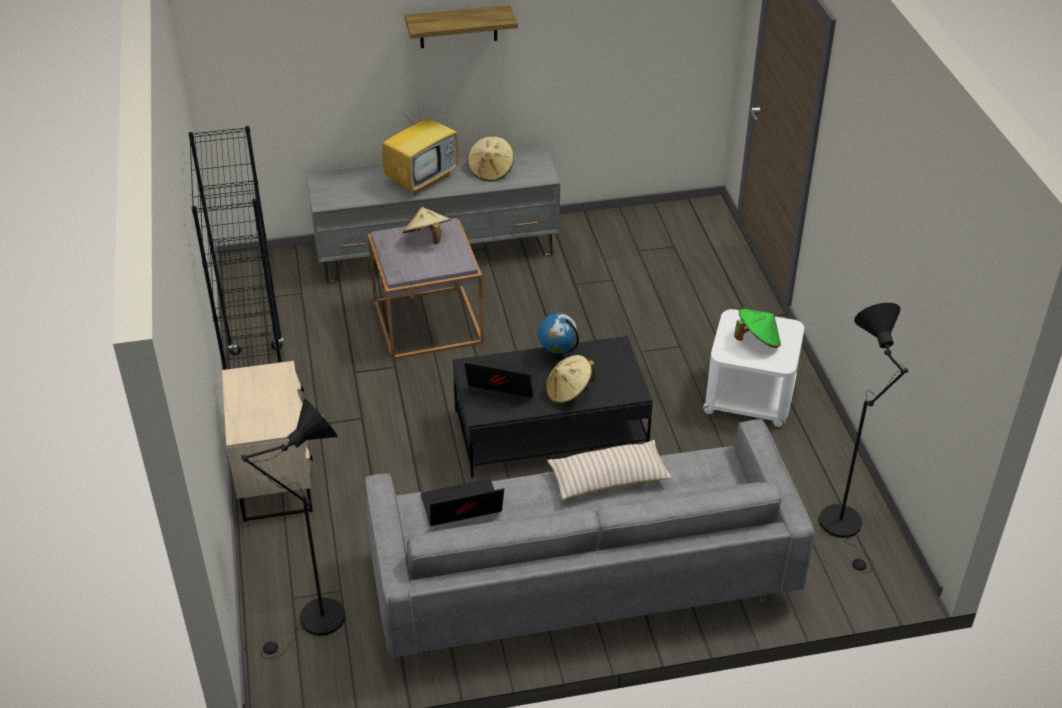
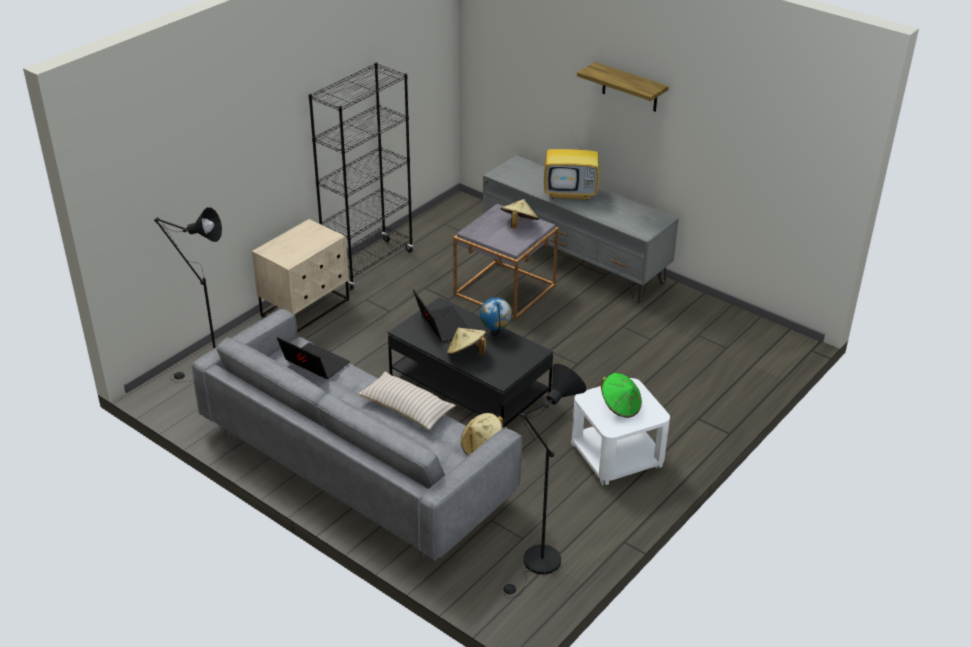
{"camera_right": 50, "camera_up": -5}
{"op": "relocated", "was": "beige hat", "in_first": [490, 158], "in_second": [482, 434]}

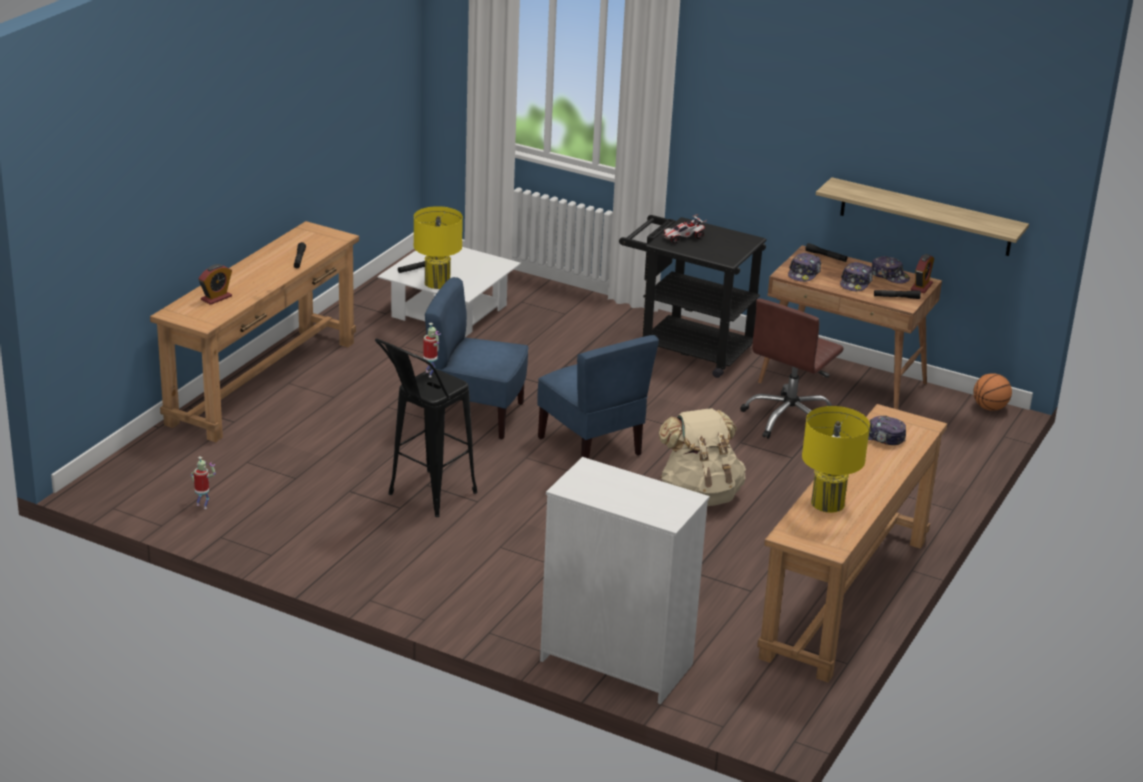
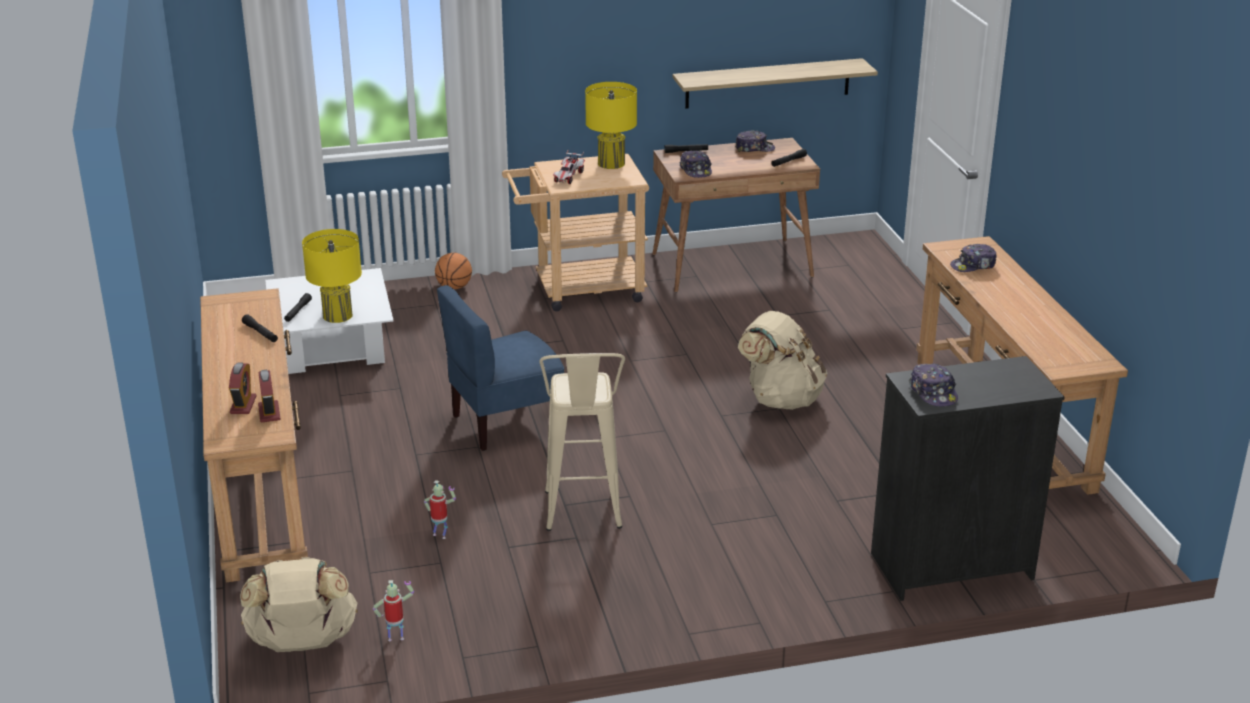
{"camera_right": -40, "camera_up": 0}
{"op": "colour", "was": "black cart", "now": "beige cart", "in_first": [693, 296], "in_second": [575, 232]}
{"op": "relocated", "was": "alarm clock", "in_first": [922, 273], "in_second": [269, 396]}
{"op": "relocated", "was": "cap", "in_first": [856, 276], "in_second": [933, 385]}
{"op": "missing", "was": "brown office chair", "in_first": [792, 369]}
{"op": "relocated", "was": "toy robot", "in_first": [431, 350], "in_second": [440, 509]}
{"op": "missing", "was": "blue chair", "in_first": [598, 397]}
{"op": "colour", "was": "black stool", "now": "beige stool", "in_first": [426, 427], "in_second": [582, 442]}
{"op": "relocated", "was": "basketball", "in_first": [992, 392], "in_second": [453, 271]}
{"op": "relocated", "was": "yellow table lamp", "in_first": [836, 459], "in_second": [611, 125]}
{"op": "colour", "was": "white dresser", "now": "black dresser", "in_first": [625, 580], "in_second": [968, 478]}
{"op": "appeared", "now": "beige backpack", "in_second": [299, 604]}

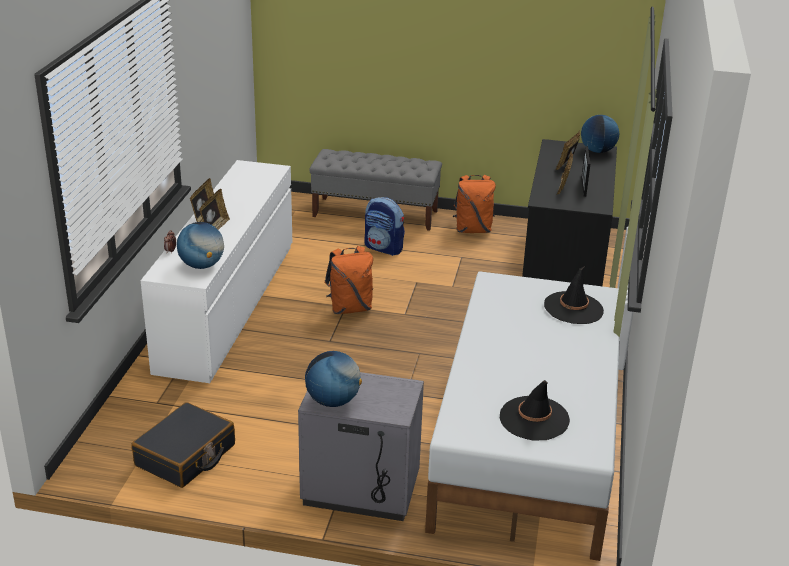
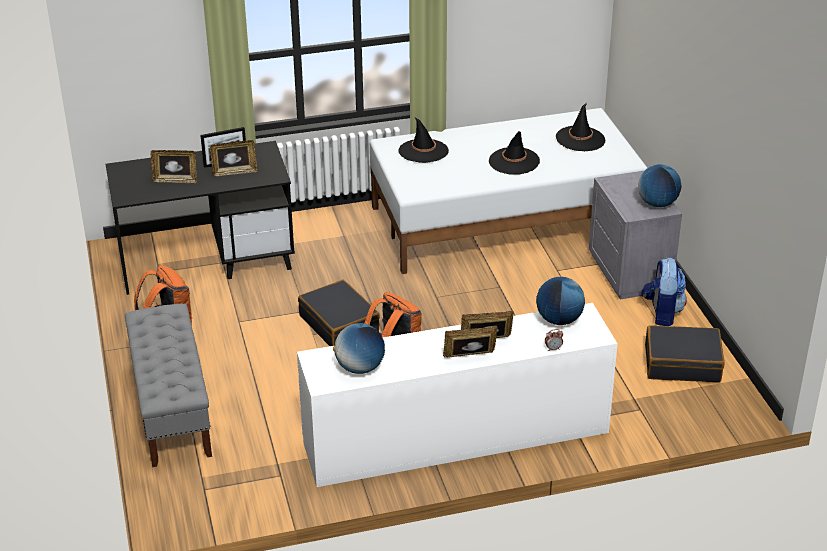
{"camera_right": -115, "camera_up": 5}
{"op": "relocated", "was": "globe", "in_first": [600, 134], "in_second": [359, 348]}
{"op": "relocated", "was": "backpack", "in_first": [384, 226], "in_second": [664, 291]}
{"op": "appeared", "now": "black hat", "in_second": [514, 153]}
{"op": "appeared", "now": "black suitcase", "in_second": [339, 313]}

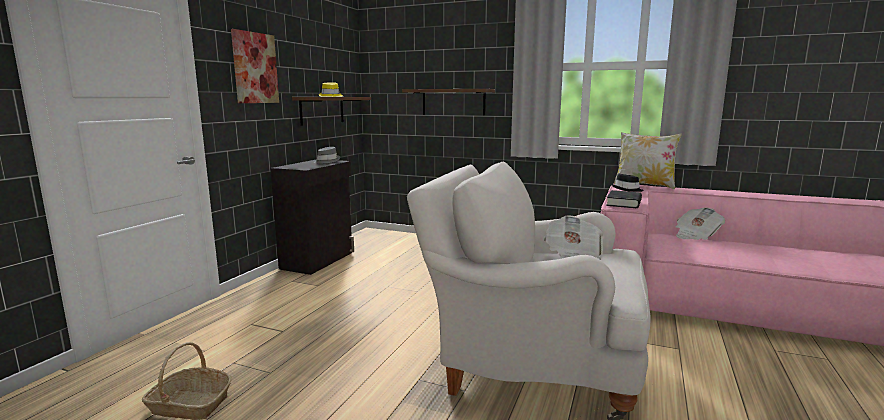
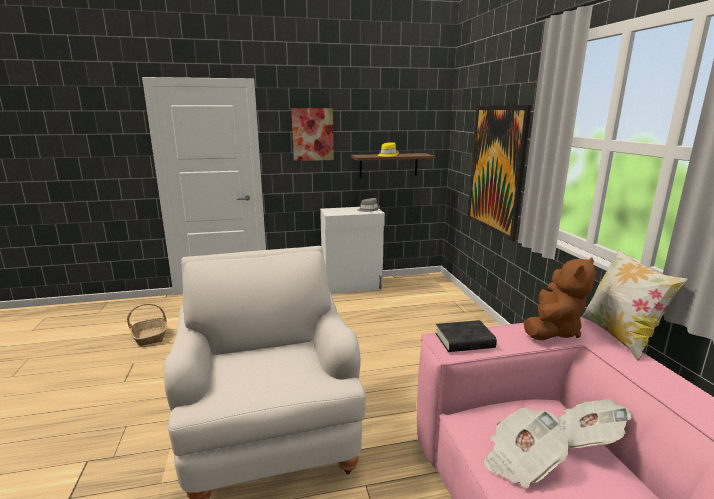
{"camera_right": 55, "camera_up": 5}
{"op": "exchanged", "was": "shelf", "now": "picture", "in_first": [448, 102], "in_second": [499, 173]}
{"op": "colour", "was": "black cabinet", "now": "white cabinet", "in_first": [312, 217], "in_second": [352, 250]}
{"op": "exchanged", "was": "black hat", "now": "brown plush toy", "in_first": [628, 182], "in_second": [560, 298]}
{"op": "relocated", "was": "newspaper", "in_first": [573, 237], "in_second": [526, 448]}

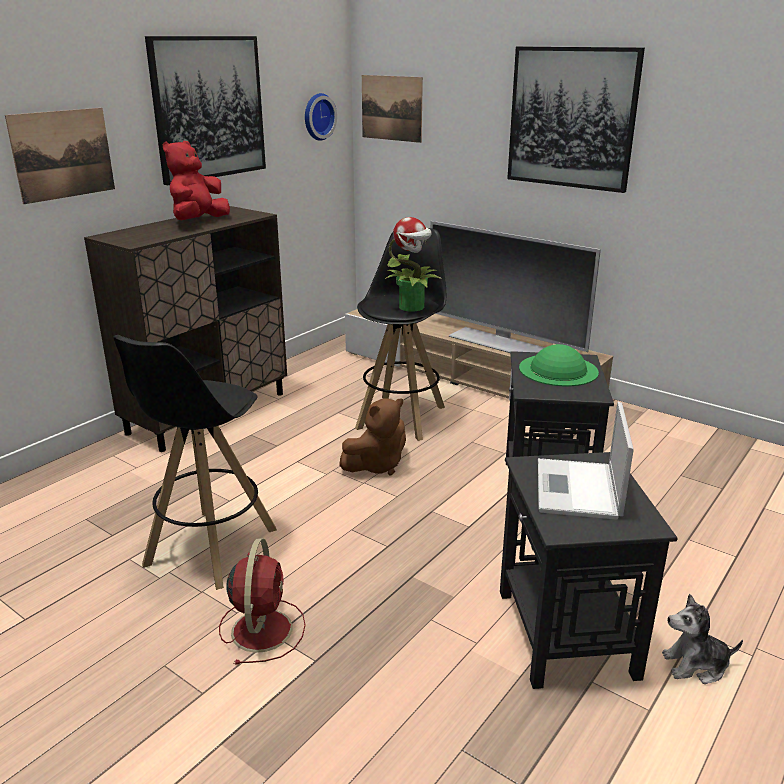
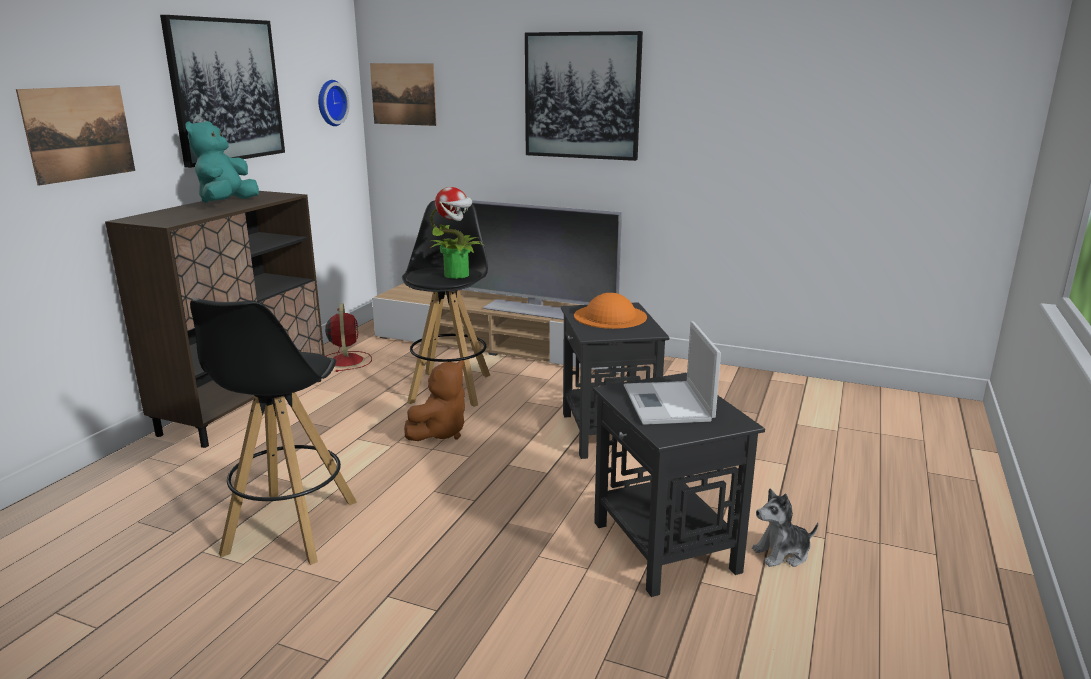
{"camera_right": -15, "camera_up": -5}
{"op": "colour", "was": "red plush toy", "now": "turquoise plush toy", "in_first": [196, 180], "in_second": [222, 162]}
{"op": "colour", "was": "green hat", "now": "orange hat", "in_first": [559, 365], "in_second": [610, 311]}
{"op": "relocated", "was": "red fan", "in_first": [262, 601], "in_second": [348, 337]}

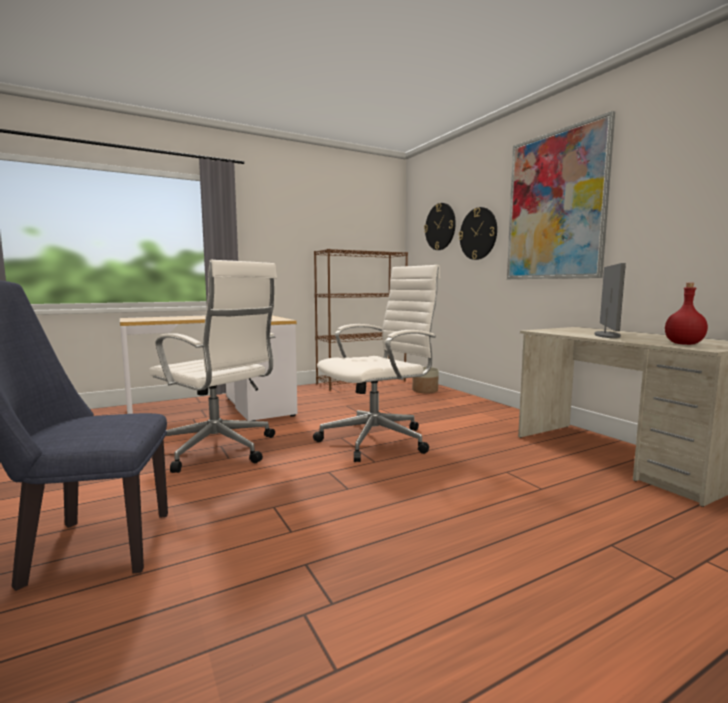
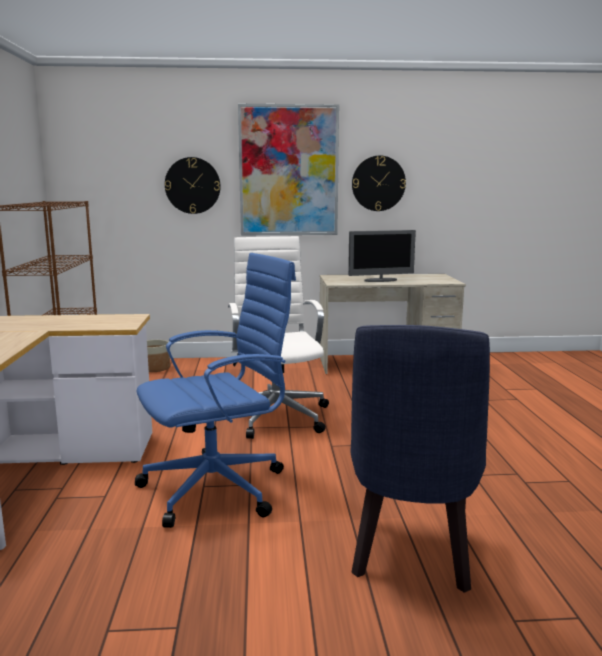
{"camera_right": -65, "camera_up": 5}
{"op": "relocated", "was": "wall clock", "in_first": [440, 226], "in_second": [379, 183]}
{"op": "colour", "was": "white office chair", "now": "blue office chair", "in_first": [213, 366], "in_second": [215, 390]}
{"op": "spun", "was": "monitor", "in_first": [610, 300], "in_second": [382, 256], "clockwise": 120}
{"op": "missing", "was": "red bottle", "in_first": [686, 314]}

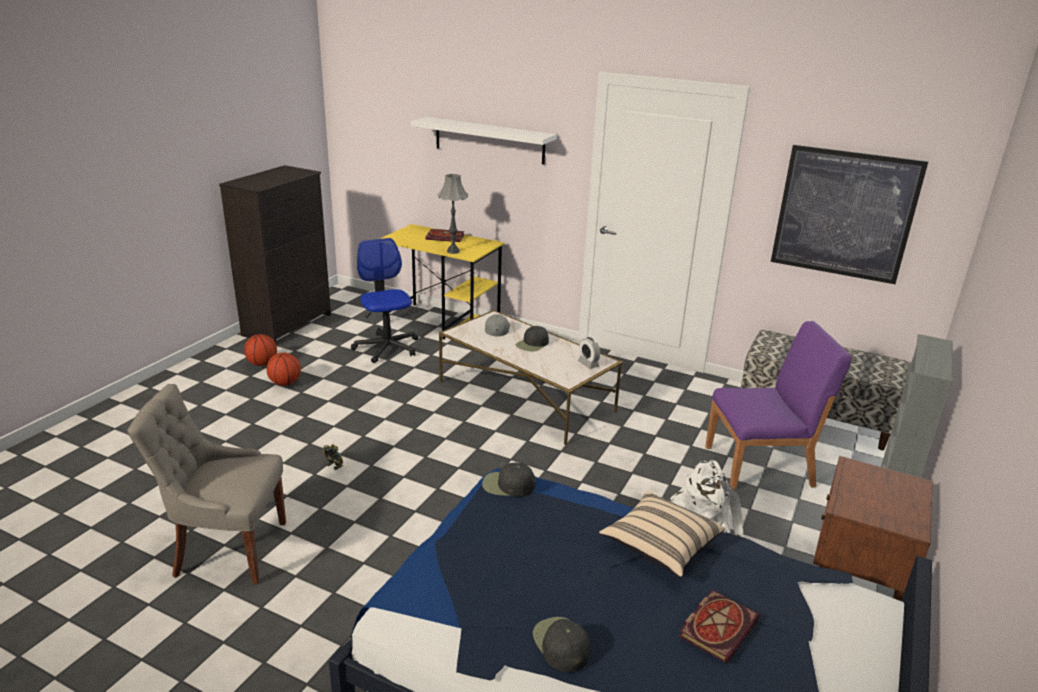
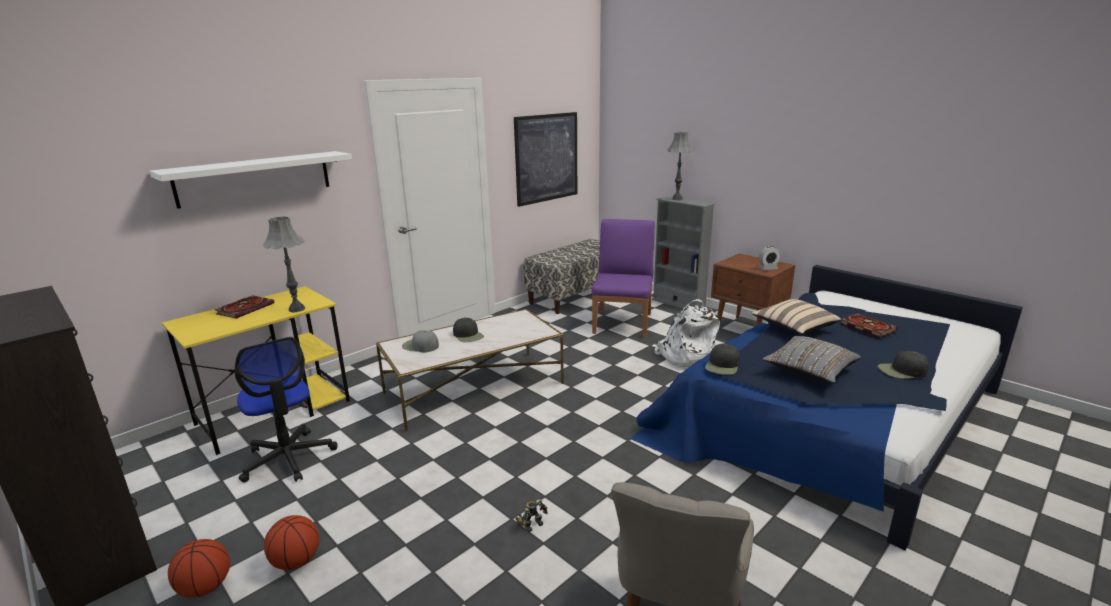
{"camera_right": -70, "camera_up": -5}
{"op": "spun", "was": "office chair", "in_first": [385, 300], "in_second": [286, 410], "clockwise": -120}
{"op": "relocated", "was": "alarm clock", "in_first": [589, 353], "in_second": [769, 258]}
{"op": "appeared", "now": "grey table lamp", "in_second": [680, 166]}
{"op": "appeared", "now": "grey pillow", "in_second": [812, 359]}

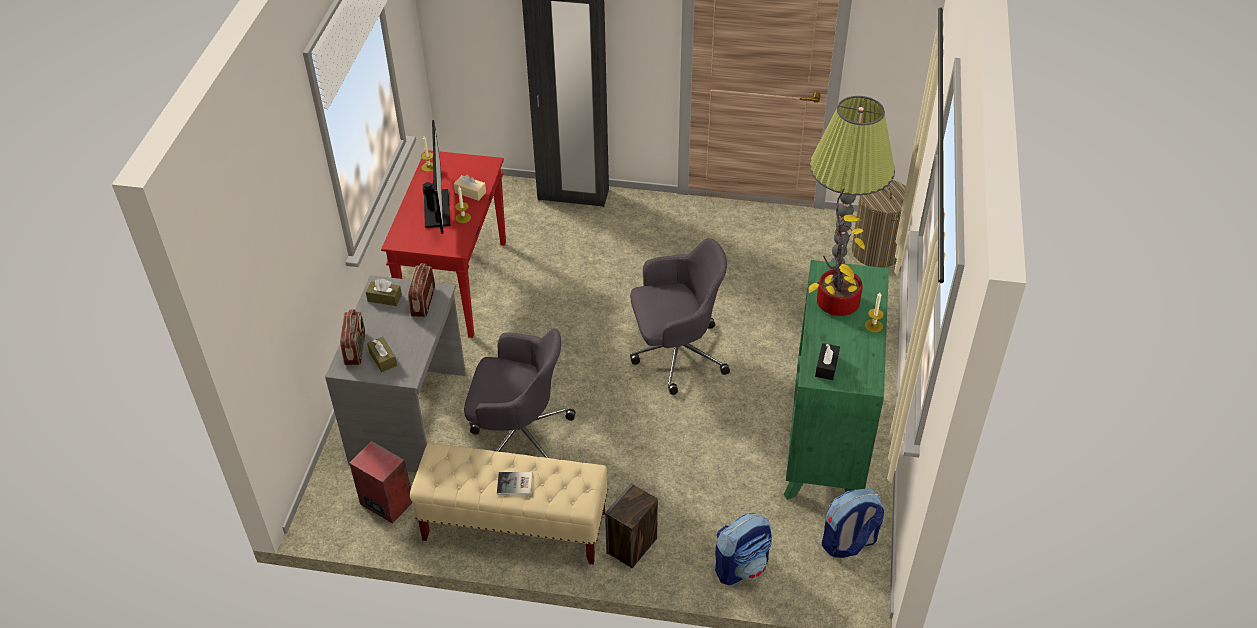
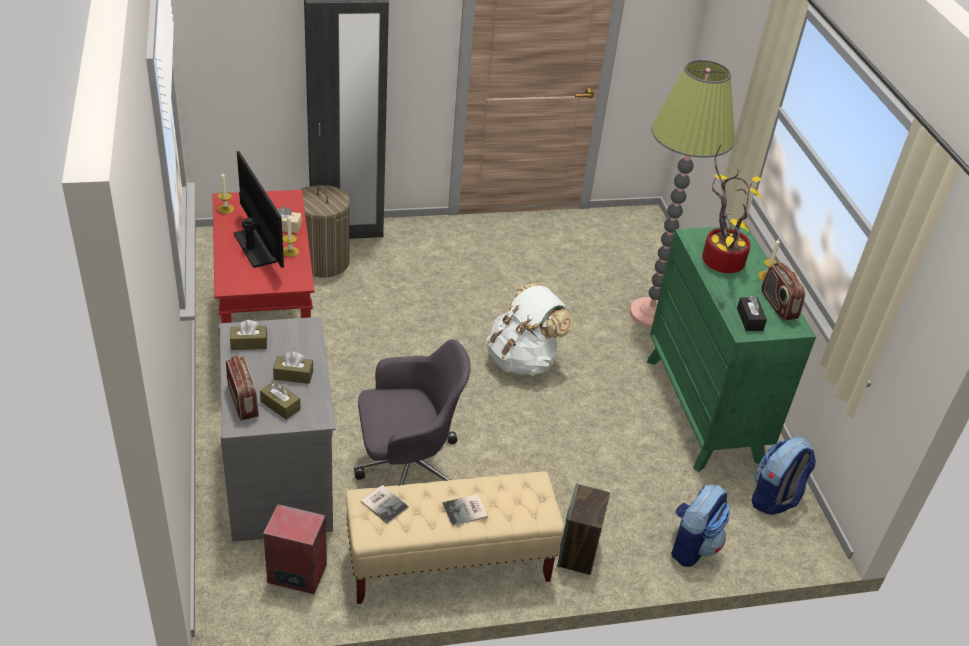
{"camera_right": -25, "camera_up": -5}
{"op": "relocated", "was": "laundry basket", "in_first": [879, 224], "in_second": [325, 231]}
{"op": "exchanged", "was": "grey office chair", "now": "white backpack", "in_first": [680, 316], "in_second": [530, 329]}
{"op": "relocated", "was": "radio", "in_first": [421, 290], "in_second": [783, 291]}
{"op": "appeared", "now": "brown tissue box", "in_second": [293, 368]}
{"op": "appeared", "now": "book", "in_second": [385, 504]}

